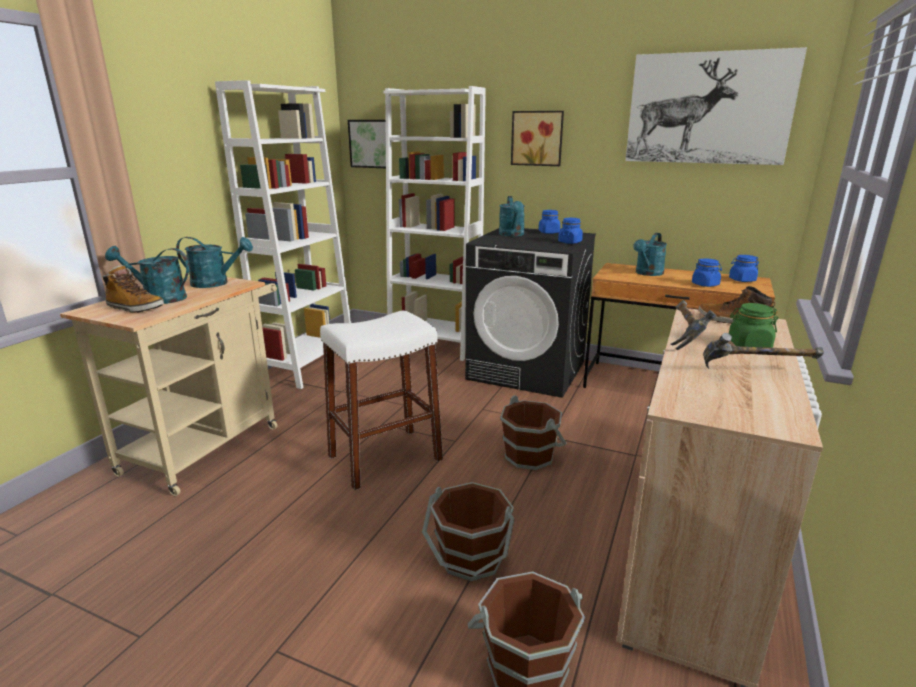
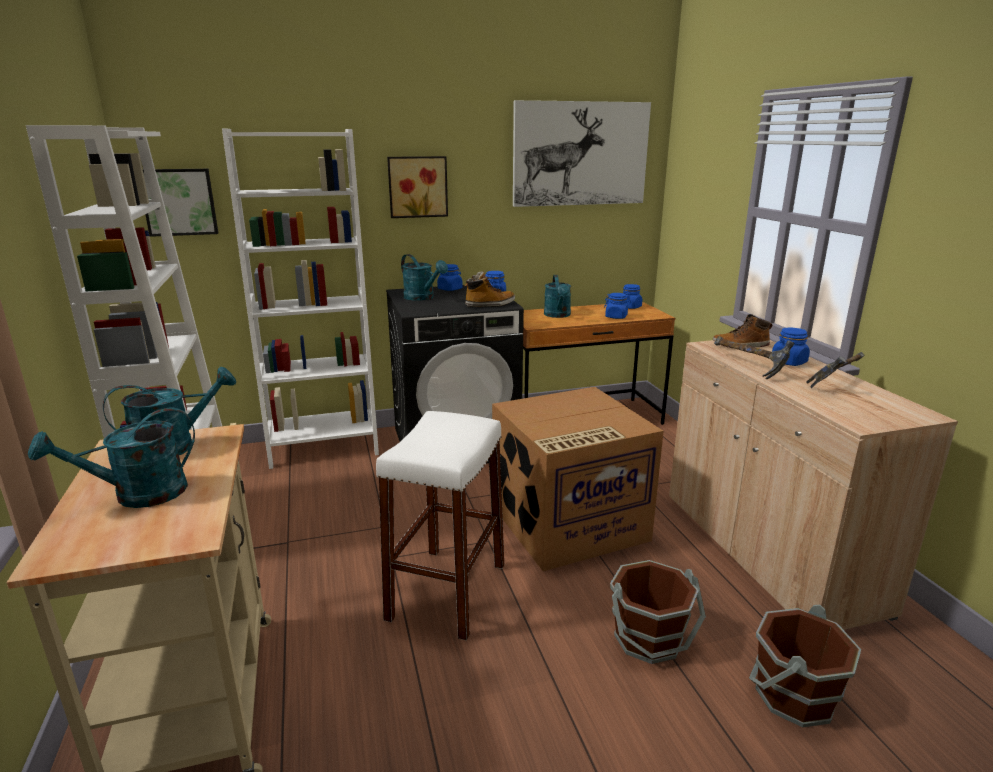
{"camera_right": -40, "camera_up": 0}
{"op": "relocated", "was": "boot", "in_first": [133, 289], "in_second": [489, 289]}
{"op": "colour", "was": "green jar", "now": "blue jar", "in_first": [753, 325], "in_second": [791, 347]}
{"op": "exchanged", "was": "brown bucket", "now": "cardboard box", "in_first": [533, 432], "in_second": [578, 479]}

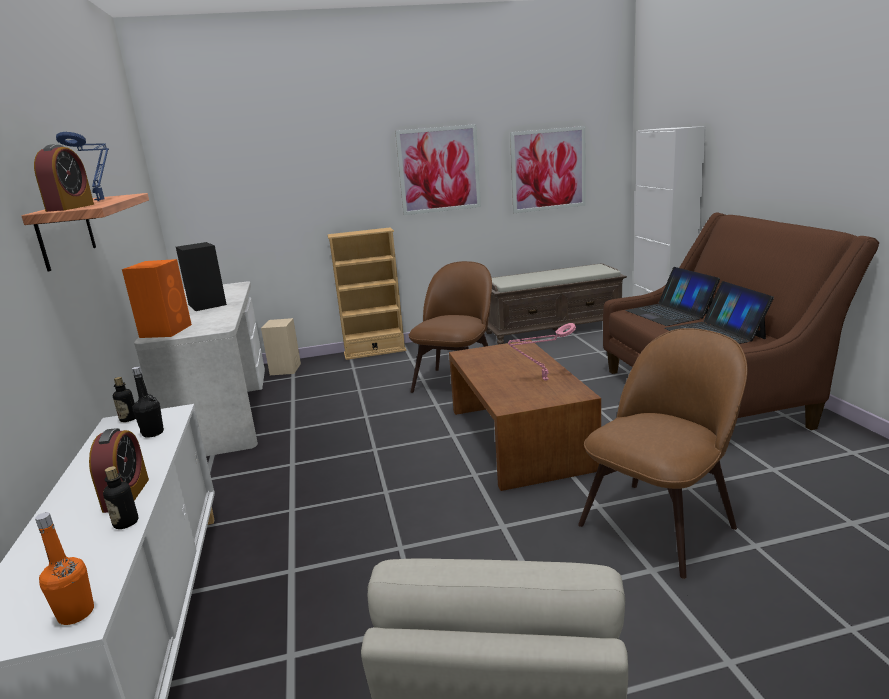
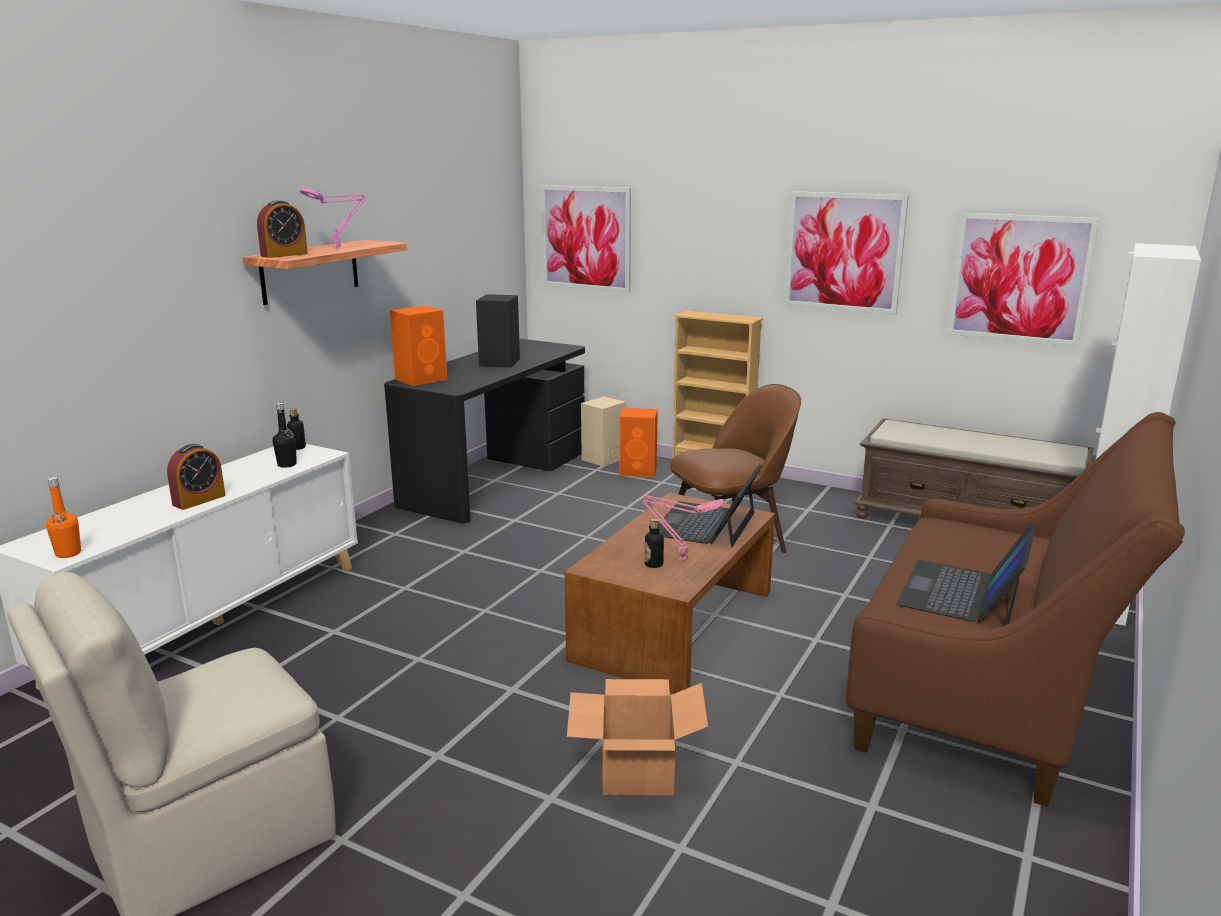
{"camera_right": 40, "camera_up": 0}
{"op": "colour", "was": "blue table lamp", "now": "pink table lamp", "in_first": [82, 166], "in_second": [332, 217]}
{"op": "relocated", "was": "laptop", "in_first": [672, 296], "in_second": [710, 506]}
{"op": "colour", "was": "white desk", "now": "black desk", "in_first": [199, 369], "in_second": [484, 431]}
{"op": "exchanged", "was": "brown chair", "now": "cardboard box", "in_first": [663, 453], "in_second": [637, 737]}
{"op": "relocated", "was": "bottle", "in_first": [121, 497], "in_second": [654, 543]}
{"op": "appeared", "now": "picture", "in_second": [586, 239]}
{"op": "appeared", "now": "orange speaker", "in_second": [638, 442]}

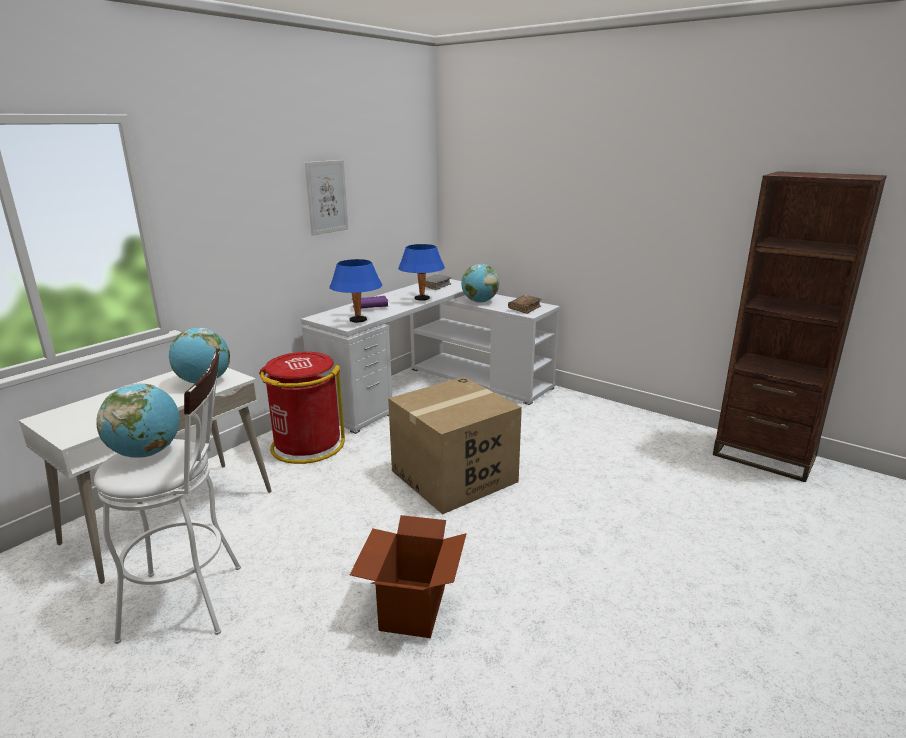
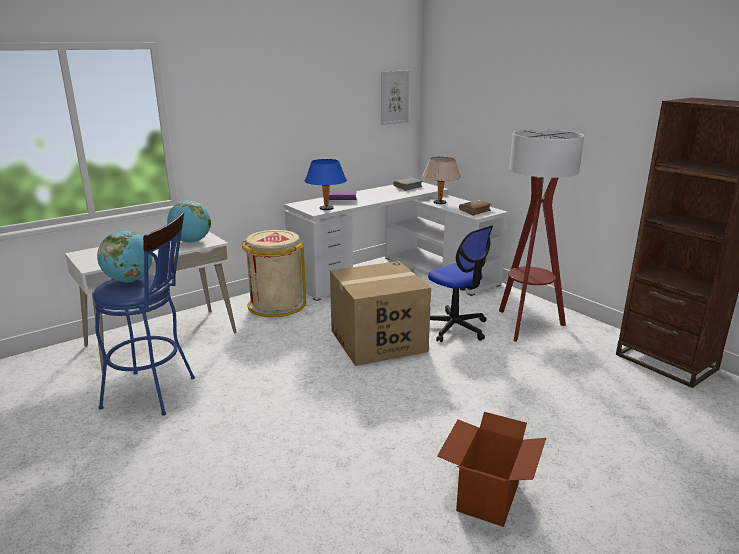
{"camera_right": 15, "camera_up": 0}
{"op": "relocated", "was": "picture", "in_first": [326, 198], "in_second": [395, 97]}
{"op": "missing", "was": "blue table lamp", "in_first": [421, 272]}
{"op": "exchanged", "was": "globe", "now": "beige table lamp", "in_first": [480, 283], "in_second": [441, 180]}
{"op": "colour", "was": "white stool", "now": "blue stool", "in_first": [167, 496], "in_second": [144, 314]}
{"op": "colour", "was": "red trash can", "now": "beige trash can", "in_first": [302, 408], "in_second": [274, 273]}
{"op": "relocated", "was": "cardboard box", "in_first": [408, 576], "in_second": [491, 469]}
{"op": "appeared", "now": "floor lamp", "in_second": [541, 235]}
{"op": "appeared", "now": "office chair", "in_second": [460, 283]}

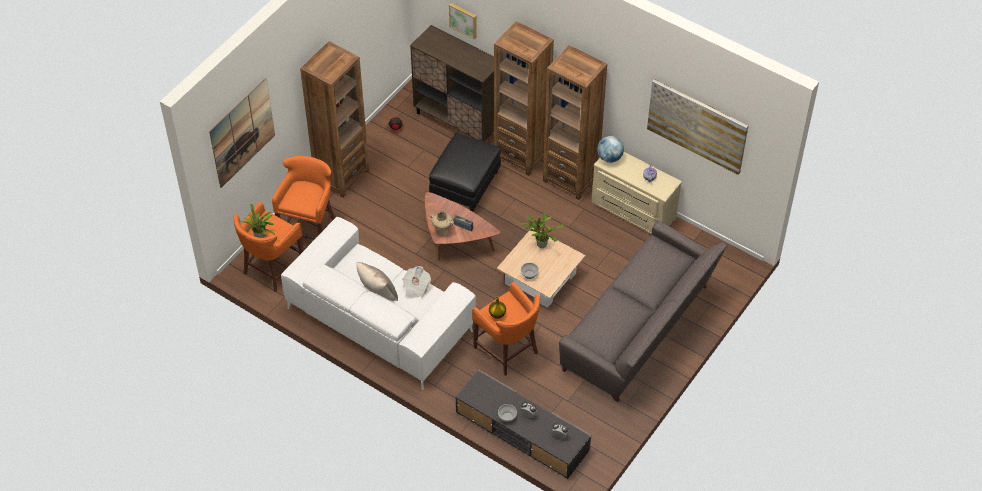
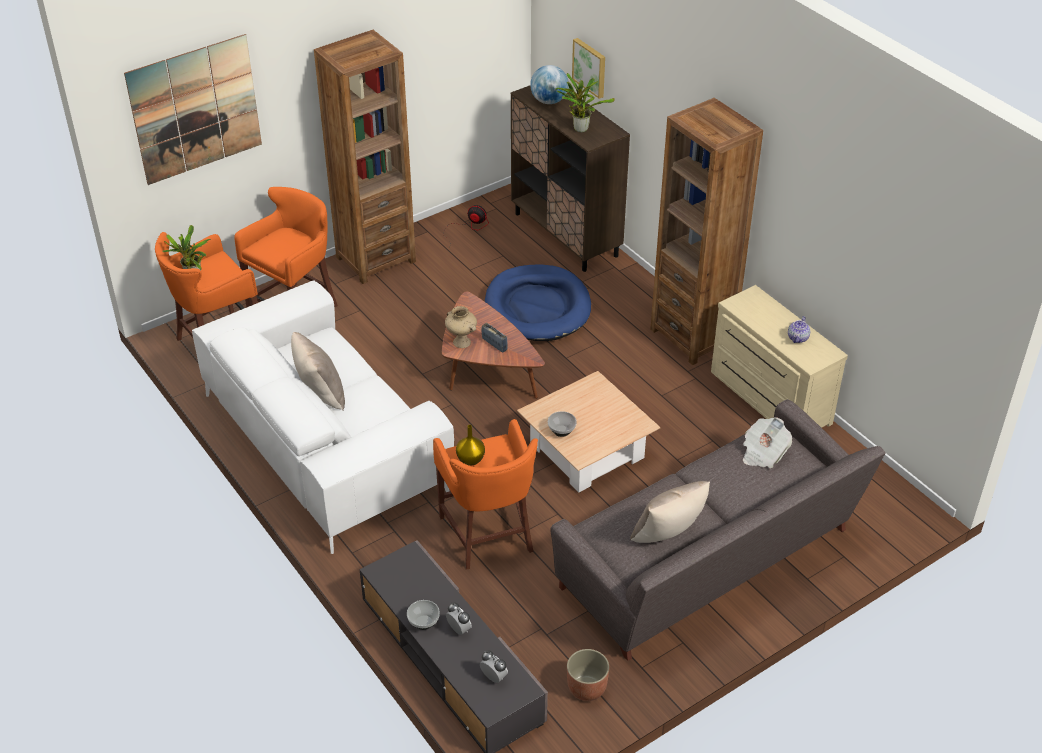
{"camera_right": 20, "camera_up": -10}
{"op": "missing", "was": "brown bookcase", "in_first": [524, 98]}
{"op": "missing", "was": "picture", "in_first": [698, 127]}
{"op": "exchanged", "was": "black ottoman", "now": "blue dog bed", "in_first": [465, 172], "in_second": [538, 302]}
{"op": "relocated", "was": "globe", "in_first": [610, 149], "in_second": [549, 84]}
{"op": "relocated", "was": "potted plant", "in_first": [542, 230], "in_second": [585, 102]}
{"op": "relocated", "was": "newspaper", "in_first": [417, 282], "in_second": [767, 442]}
{"op": "appeared", "now": "beige pillow", "in_second": [670, 512]}
{"op": "appeared", "now": "planter", "in_second": [588, 675]}

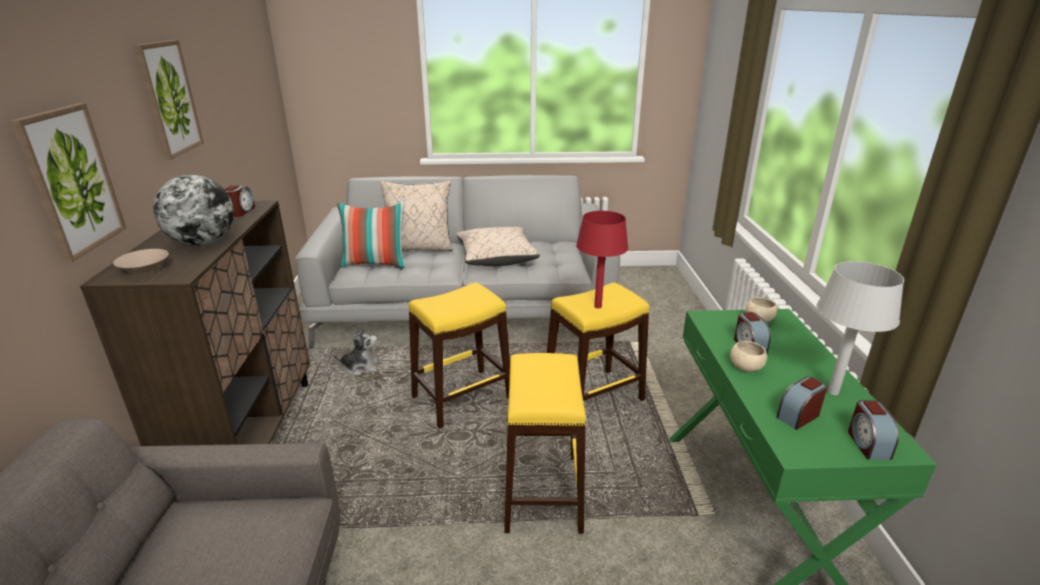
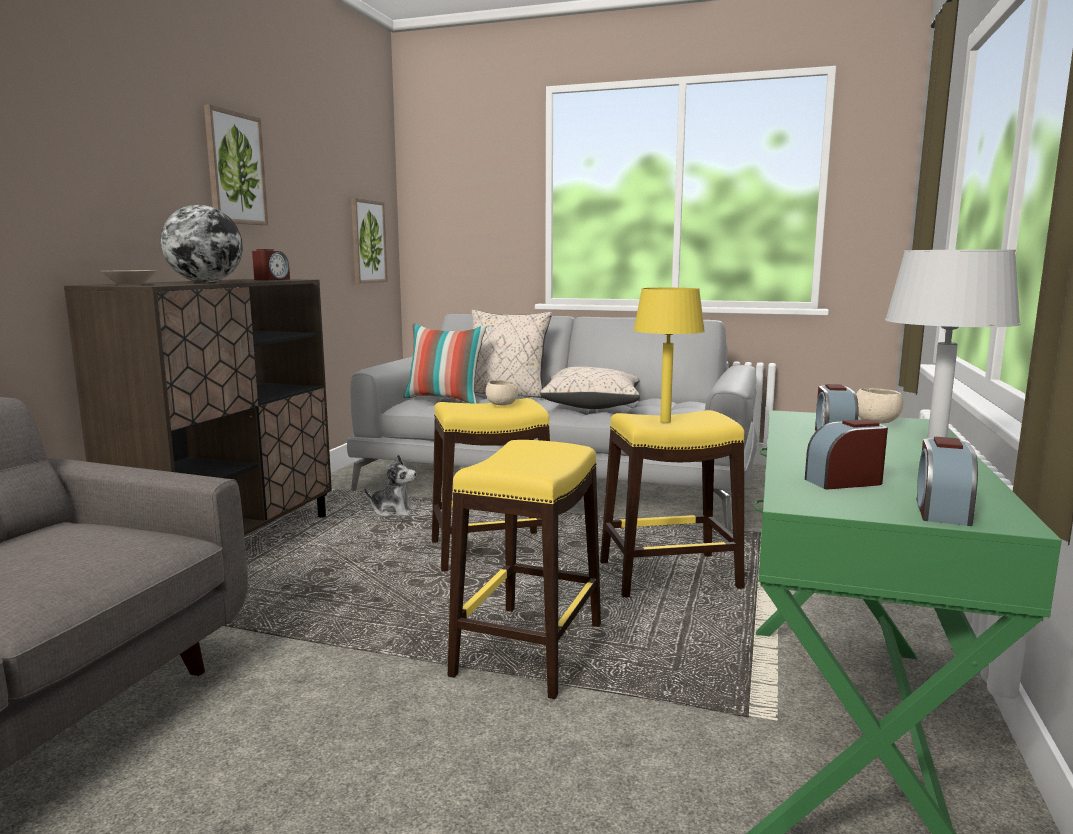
{"camera_right": 20, "camera_up": -15}
{"op": "relocated", "was": "picture", "in_first": [67, 183], "in_second": [369, 240]}
{"op": "colour", "was": "red table lamp", "now": "yellow table lamp", "in_first": [602, 260], "in_second": [669, 355]}
{"op": "relocated", "was": "beige bowl", "in_first": [748, 356], "in_second": [502, 392]}

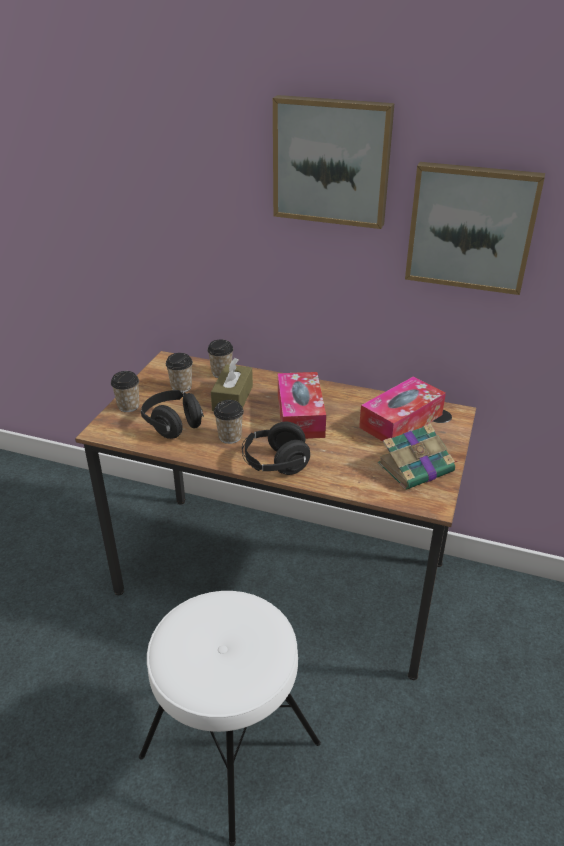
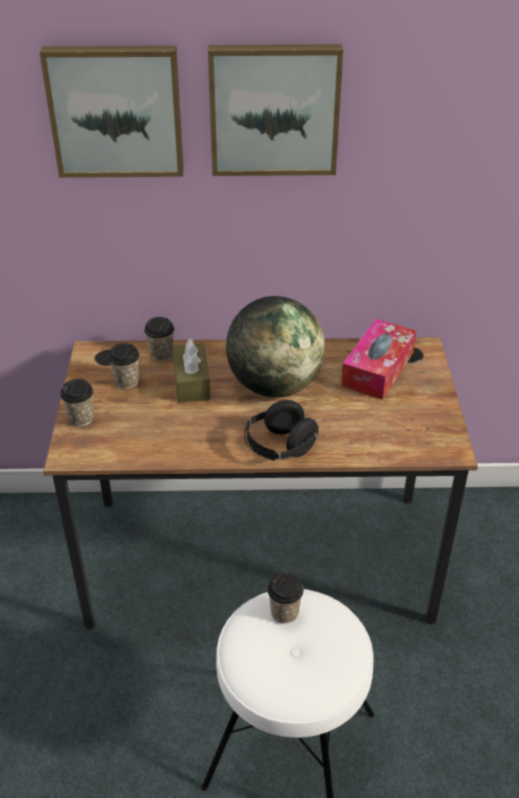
{"camera_right": -20, "camera_up": 5}
{"op": "relocated", "was": "picture", "in_first": [475, 228], "in_second": [111, 112]}
{"op": "exchanged", "was": "tissue box", "now": "globe", "in_first": [302, 405], "in_second": [275, 347]}
{"op": "missing", "was": "black headphones", "in_first": [172, 414]}
{"op": "relocated", "was": "cup", "in_first": [229, 422], "in_second": [285, 598]}
{"op": "missing", "was": "book", "in_first": [417, 457]}

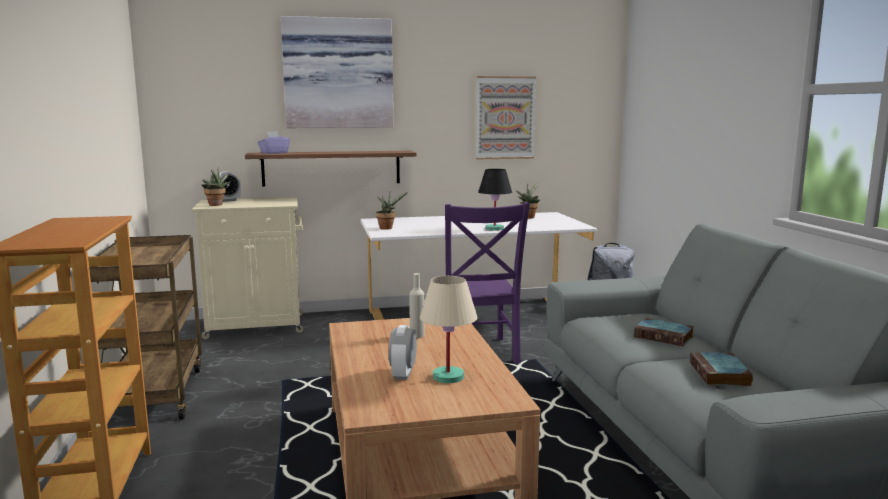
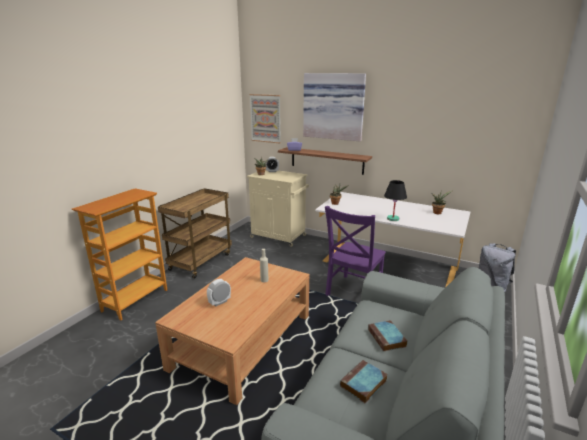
{"camera_right": 40, "camera_up": 10}
{"op": "relocated", "was": "picture", "in_first": [506, 117], "in_second": [265, 119]}
{"op": "missing", "was": "beige table lamp", "in_first": [448, 329]}

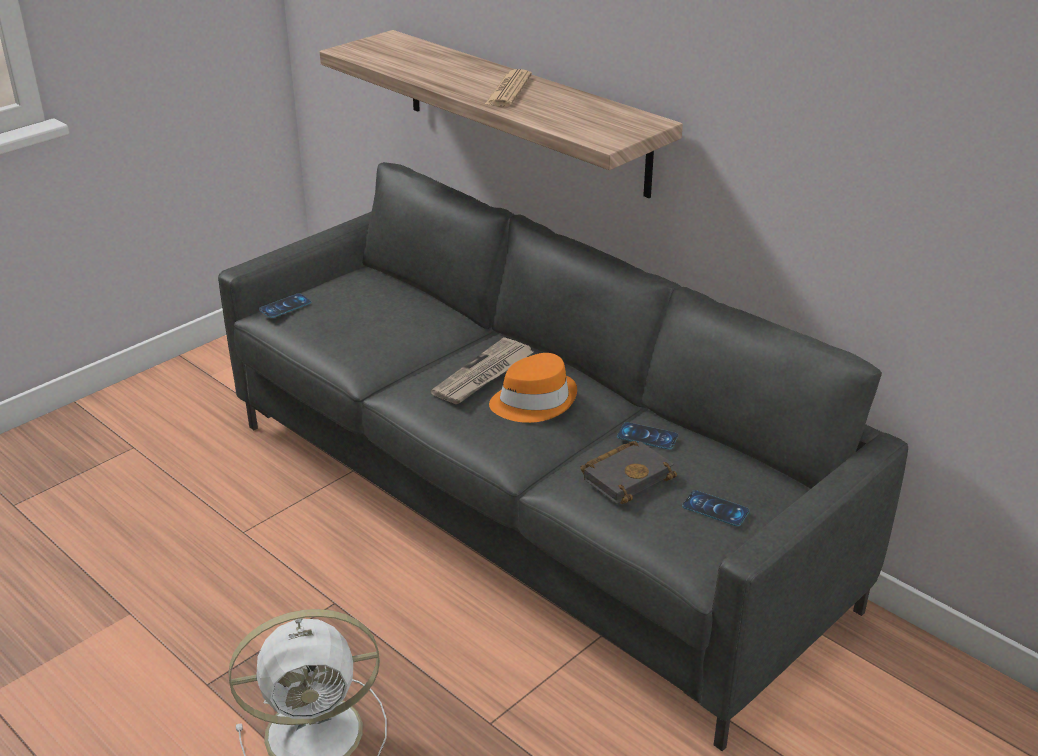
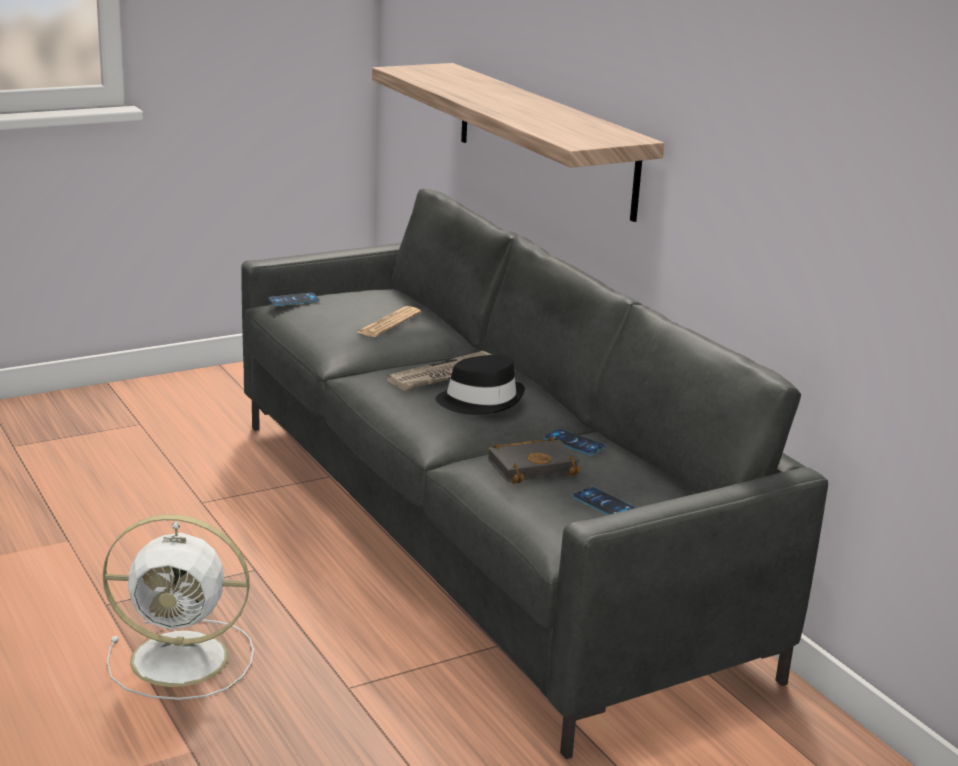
{"camera_right": 15, "camera_up": -10}
{"op": "relocated", "was": "newspaper", "in_first": [508, 88], "in_second": [389, 321]}
{"op": "colour", "was": "orange hat", "now": "black hat", "in_first": [533, 388], "in_second": [480, 384]}

